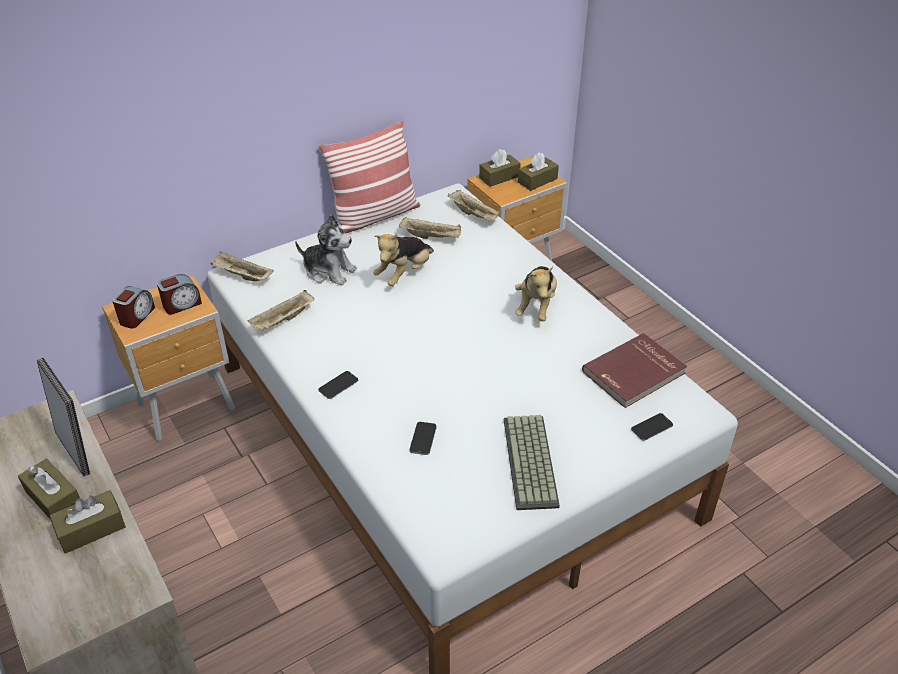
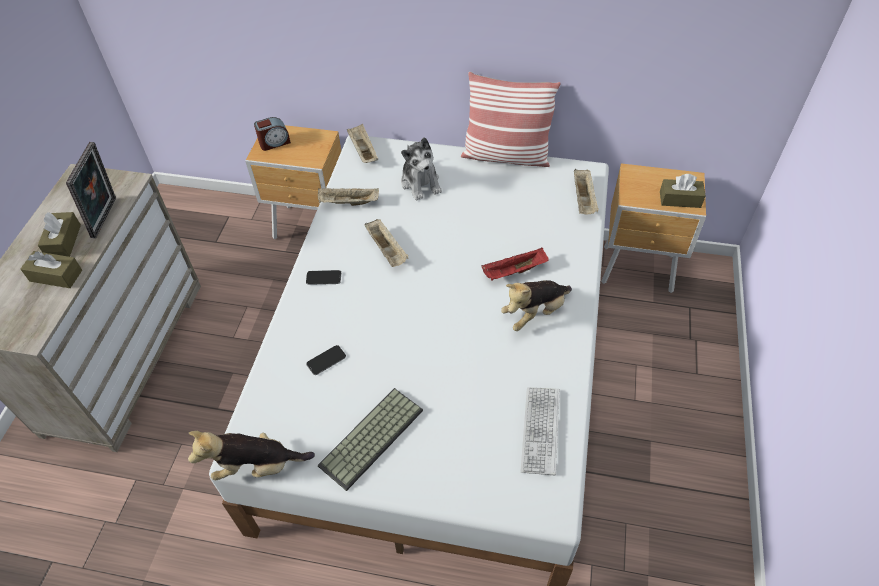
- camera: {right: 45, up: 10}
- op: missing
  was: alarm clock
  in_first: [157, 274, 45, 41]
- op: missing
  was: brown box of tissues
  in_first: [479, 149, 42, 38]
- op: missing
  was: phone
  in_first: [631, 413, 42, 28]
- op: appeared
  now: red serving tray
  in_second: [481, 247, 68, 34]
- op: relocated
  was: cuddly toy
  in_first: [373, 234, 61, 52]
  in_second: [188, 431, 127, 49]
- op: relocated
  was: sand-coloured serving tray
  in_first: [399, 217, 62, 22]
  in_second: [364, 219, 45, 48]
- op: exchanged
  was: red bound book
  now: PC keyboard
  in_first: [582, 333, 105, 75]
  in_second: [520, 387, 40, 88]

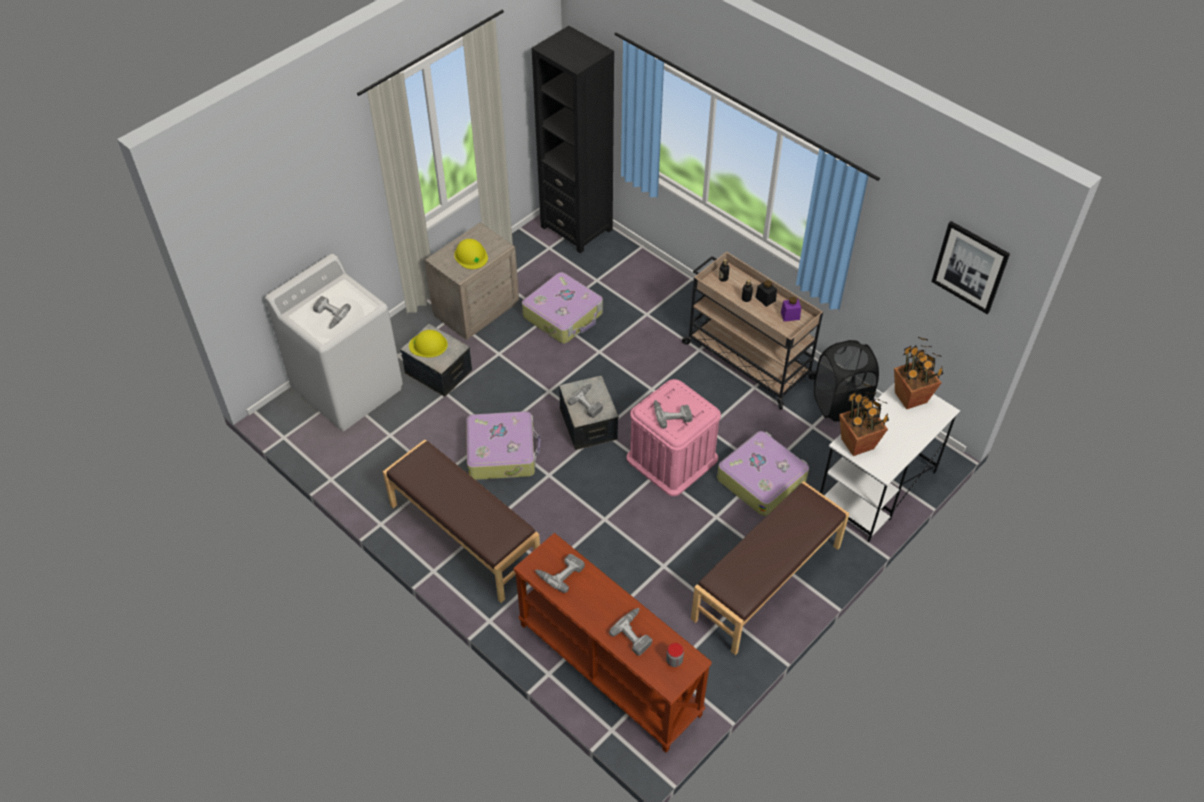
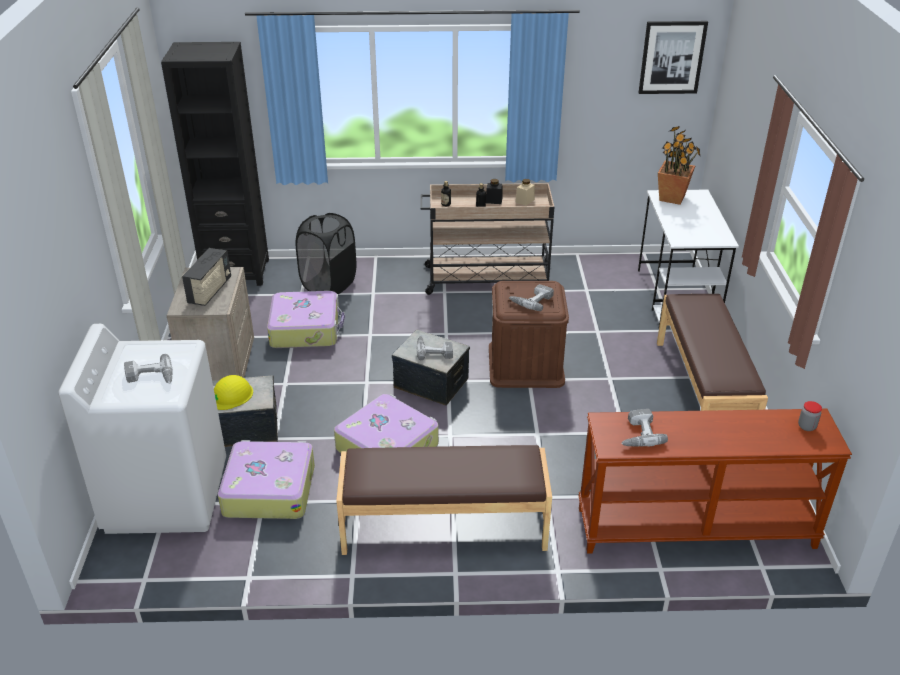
- camera: {right: -45, up: -15}
- op: missing
  was: electric drill
  in_first: [609, 608, 43, 48]
- op: missing
  was: potted plant
  in_first: [839, 383, 50, 73]
- op: relocated
  was: piece of luggage
  in_first: [717, 431, 92, 85]
  in_second: [218, 440, 97, 79]
- op: relocated
  was: black-coloured laundry basket
  in_first: [814, 340, 65, 82]
  in_second: [296, 213, 60, 81]
- op: exchanged
  was: yellow-coloured safety helmet
  now: radio receiver
  in_first: [454, 239, 34, 30]
  in_second: [182, 248, 49, 58]
- op: colour
  was: pink storage container
  now: brown storage container
  in_first: [627, 379, 94, 117]
  in_second: [489, 281, 80, 107]
- op: colour
  was: purple-coloured jar
  now: sand-coloured jar
  in_first: [781, 297, 20, 25]
  in_second: [516, 179, 19, 27]

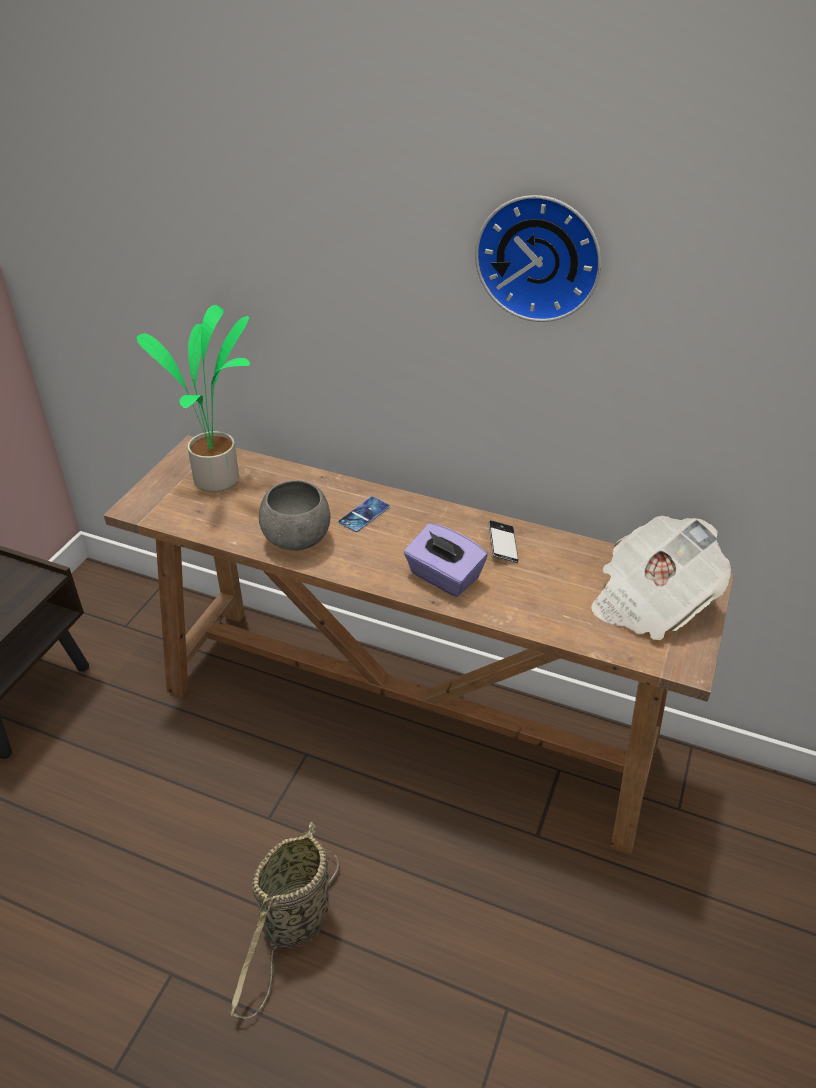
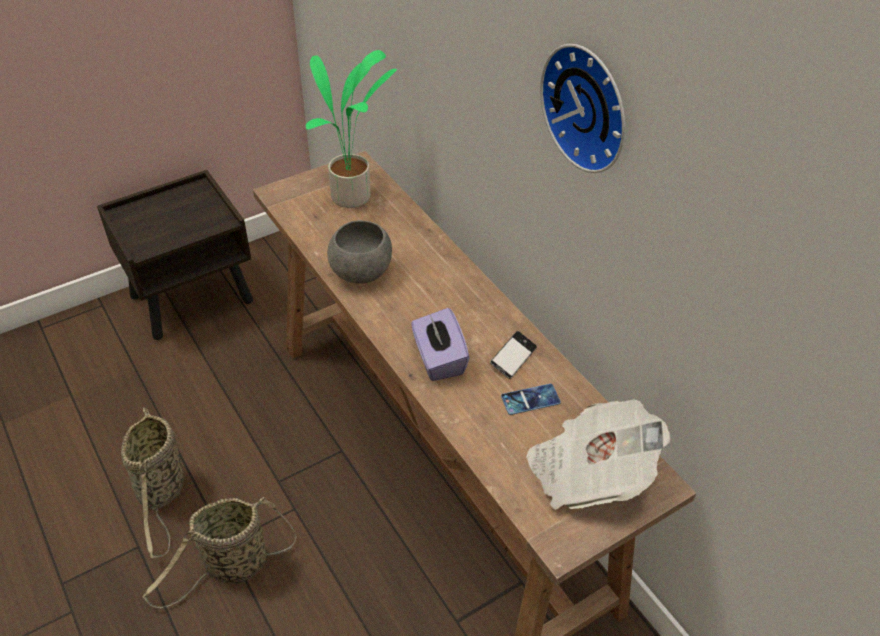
- camera: {right: 35, up: 5}
- op: appeared
  now: household basket
  in_second: [121, 408, 63, 150]
- op: relocated
  was: phone
  in_first: [338, 496, 52, 36]
  in_second: [501, 384, 60, 31]

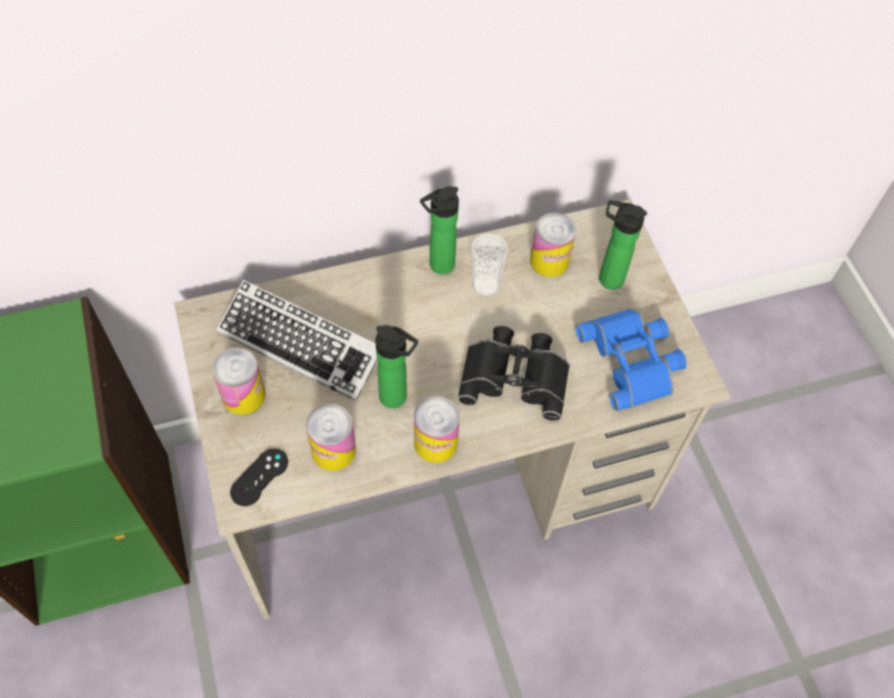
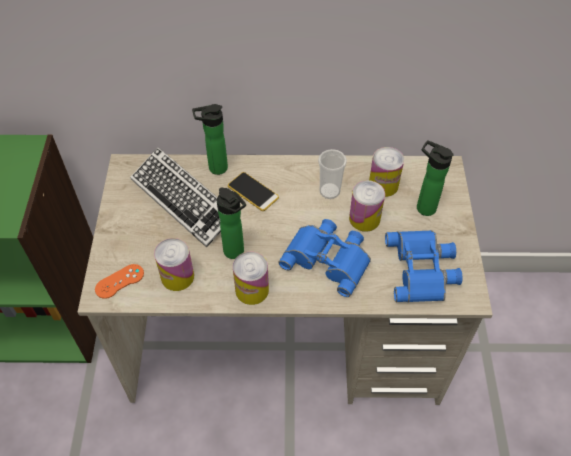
- camera: {right: 20, up: -5}
- op: appeared
  now: phone
  in_second: [228, 172, 51, 39]
- op: relocated
  was: can
  in_first: [212, 348, 54, 67]
  in_second: [349, 180, 36, 52]
- op: relocated
  was: drink bottle
  in_first: [420, 186, 39, 89]
  in_second: [192, 104, 36, 71]
- op: colour
  was: black-coloured game controller
  now: orangey game controller
  in_first: [230, 448, 58, 58]
  in_second: [95, 264, 49, 35]
- op: colour
  was: black-coloured pair of binoculars
  now: blue-coloured pair of binoculars
  in_first: [458, 326, 112, 95]
  in_second: [278, 219, 93, 78]

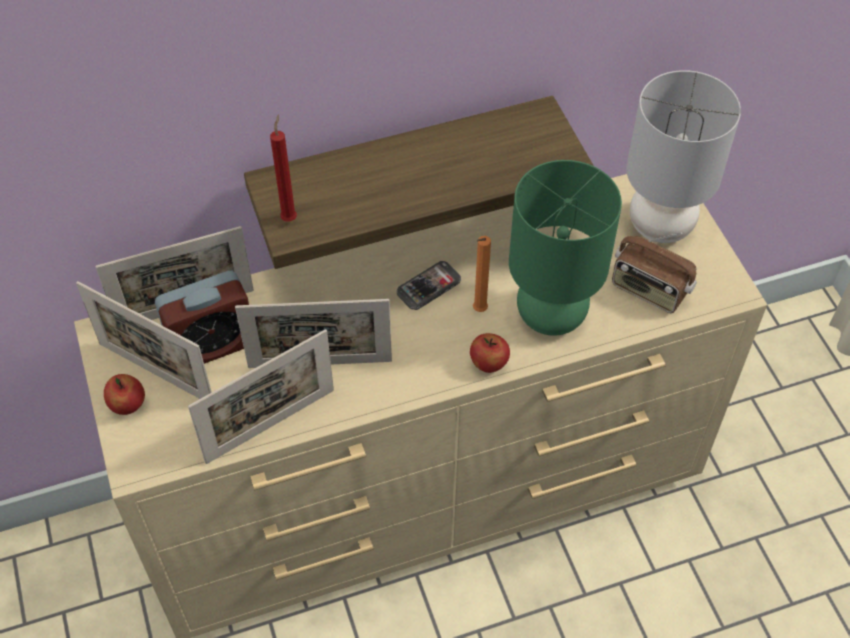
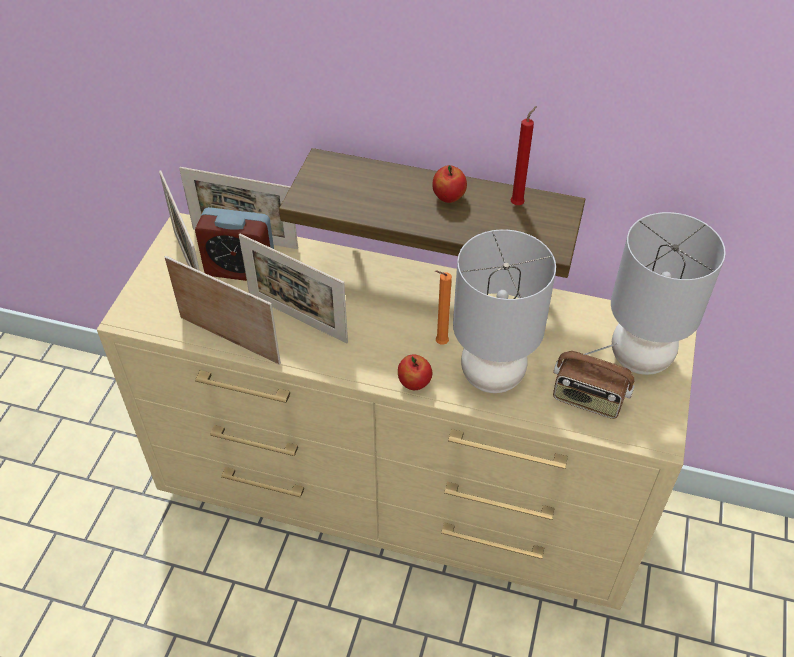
- camera: {right: 35, up: -5}
- op: missing
  was: phone
  in_first: [397, 261, 64, 49]
- op: relocated
  was: apple
  in_first: [104, 374, 41, 41]
  in_second: [432, 165, 35, 38]
- op: relocated
  was: red wax candle
  in_first: [270, 114, 27, 108]
  in_second: [511, 106, 26, 99]
- op: colour
  was: green tabletop lamp
  now: grey tabletop lamp
  in_first: [509, 160, 113, 176]
  in_second: [453, 230, 103, 163]
- op: spun
  was: standing frame
  in_first: [188, 329, 146, 135]
  in_second: [165, 256, 116, 109]
  clockwise: -150
- op: spun
  was: radio receiver
  in_first: [612, 232, 85, 81]
  in_second: [553, 343, 82, 76]
  clockwise: -45

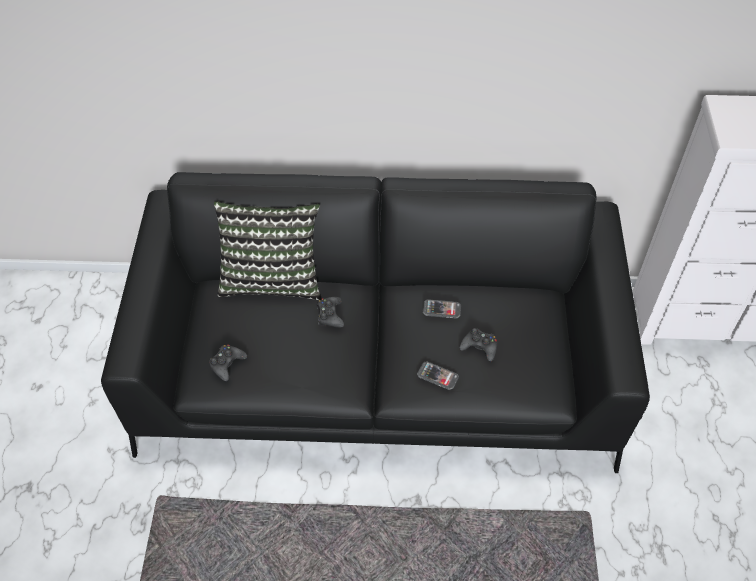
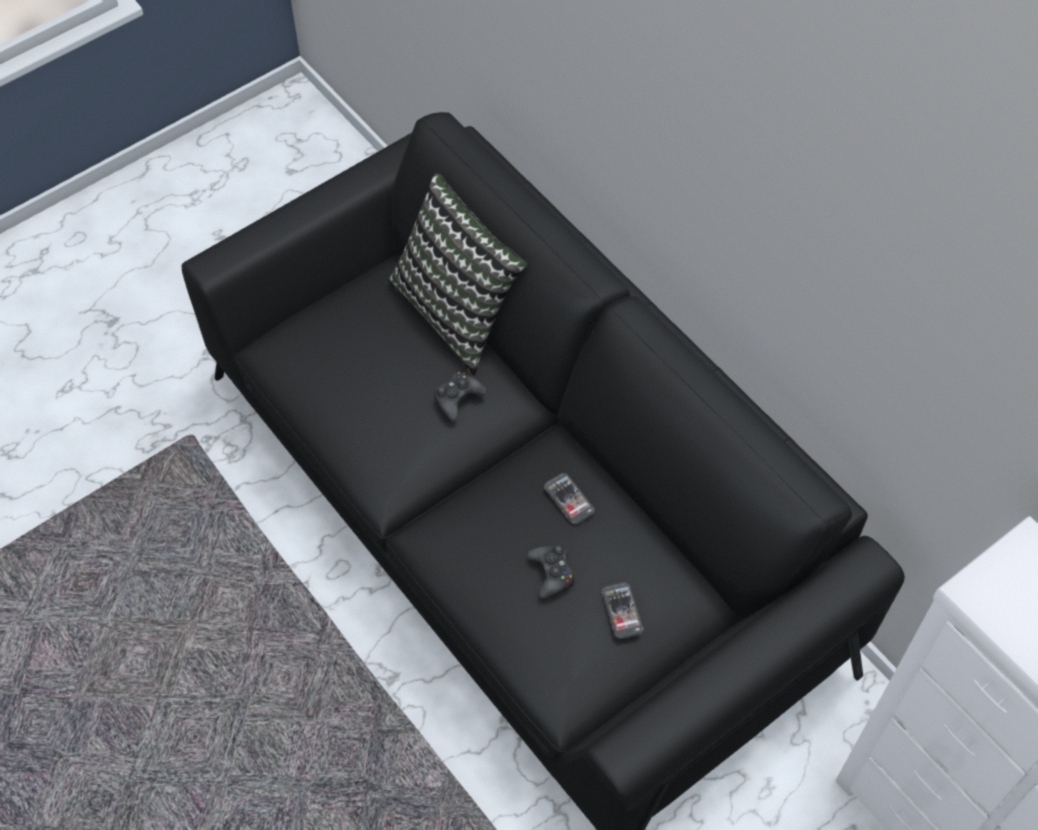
- camera: {right: 50, up: 5}
- op: missing
  was: black-coloured game controller
  in_first: [209, 345, 38, 36]
- op: relocated
  was: phone
  in_first: [417, 361, 42, 29]
  in_second: [602, 582, 42, 57]

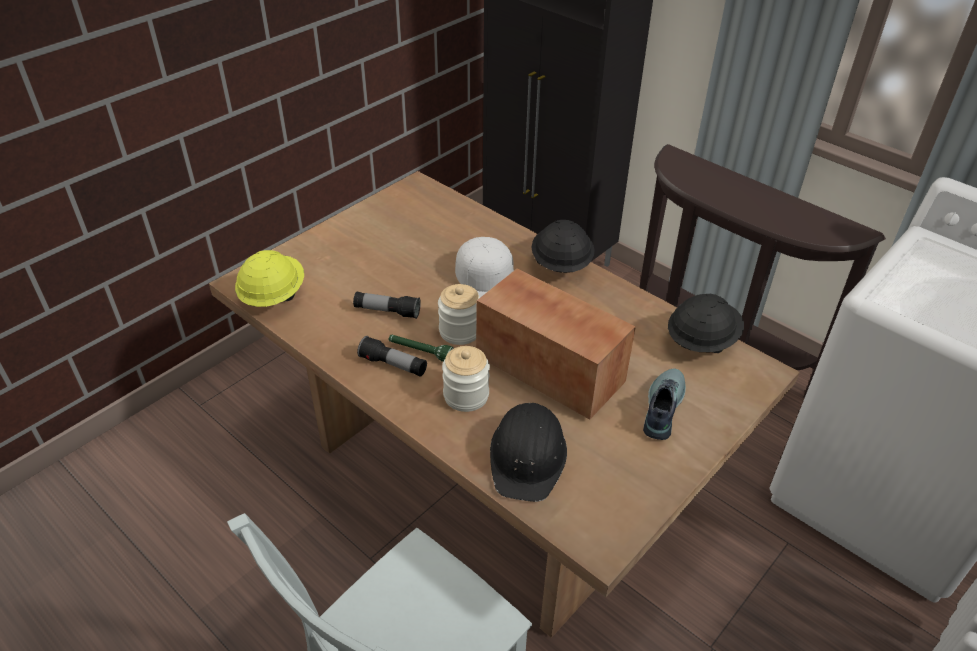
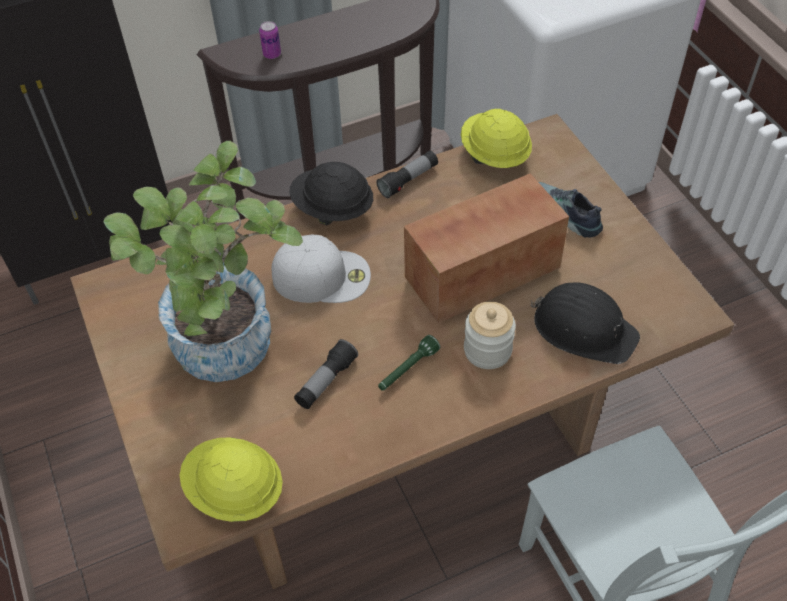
- camera: {right: -65, up: 10}
- op: missing
  was: jar
  in_first: [438, 284, 42, 61]
- op: appeared
  now: potted plant
  in_second: [104, 141, 199, 241]
- op: appeared
  now: can
  in_second: [259, 21, 22, 38]
- op: relocated
  was: hand torch
  in_first: [357, 336, 70, 41]
  in_second: [376, 151, 62, 47]
- op: colour
  was: black-coloured safety helmet
  now: yellow-coloured safety helmet
  in_first: [668, 294, 76, 59]
  in_second: [461, 109, 71, 59]

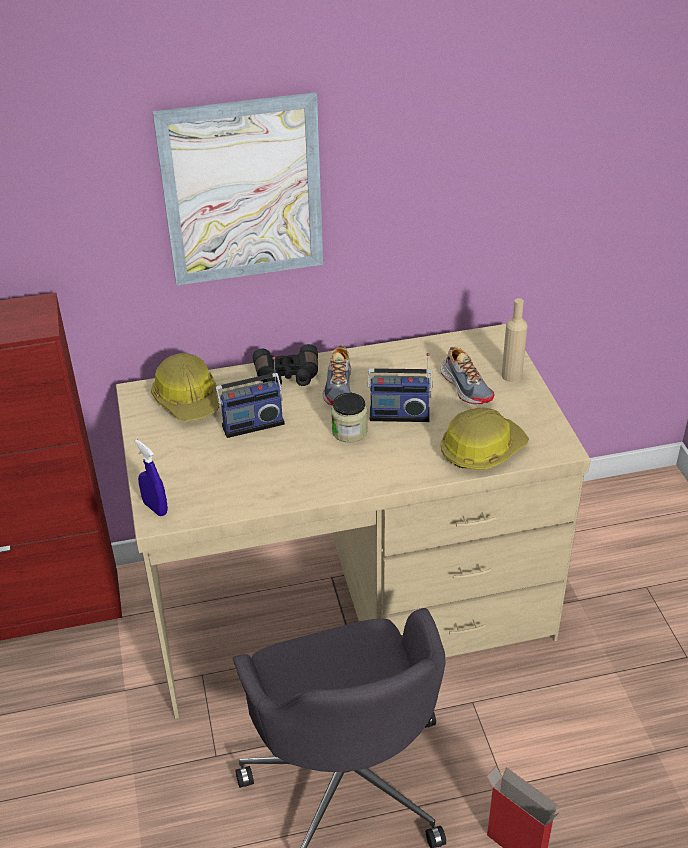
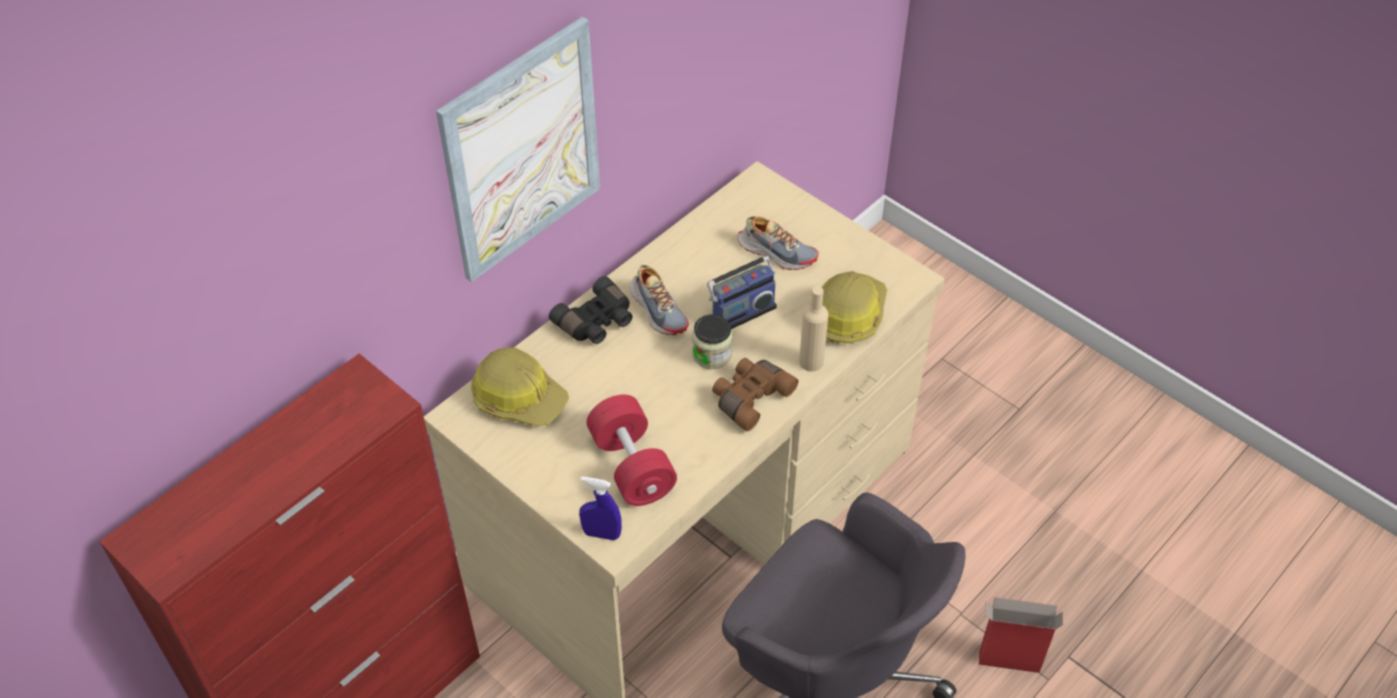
- camera: {right: -35, up: 10}
- op: missing
  was: radio receiver
  in_first: [215, 357, 70, 81]
- op: appeared
  now: red dumbbell
  in_second: [587, 395, 90, 111]
- op: appeared
  now: brown pair of binoculars
  in_second: [712, 358, 86, 74]
- op: relocated
  was: sand-coloured drink bottle
  in_first: [502, 298, 26, 84]
  in_second: [799, 287, 30, 85]

